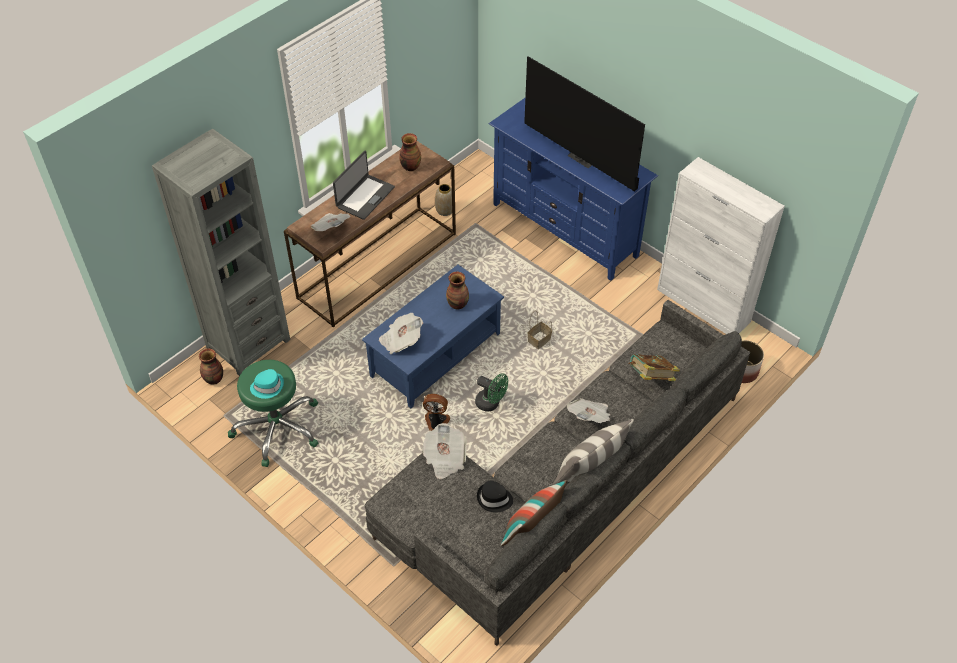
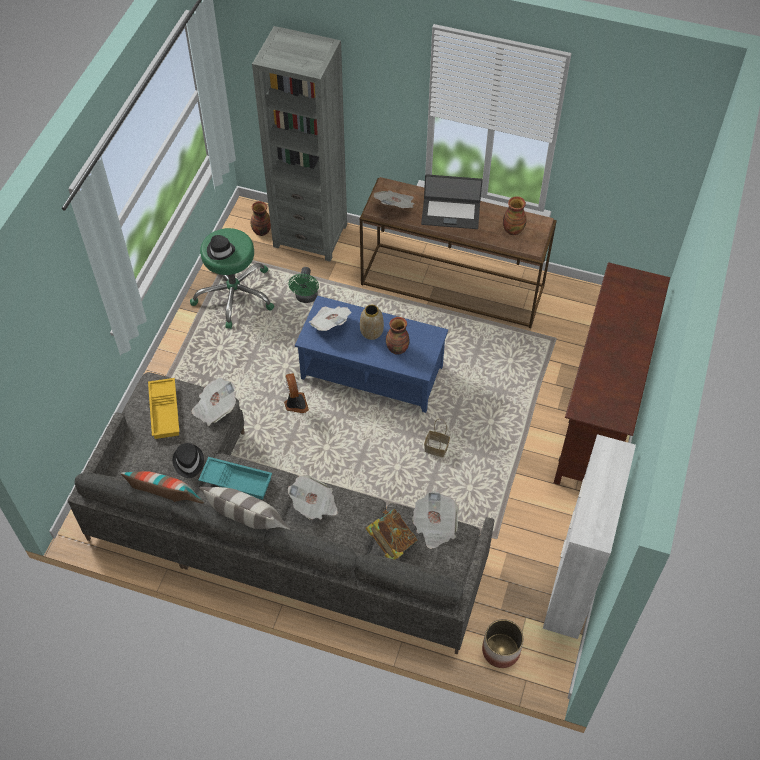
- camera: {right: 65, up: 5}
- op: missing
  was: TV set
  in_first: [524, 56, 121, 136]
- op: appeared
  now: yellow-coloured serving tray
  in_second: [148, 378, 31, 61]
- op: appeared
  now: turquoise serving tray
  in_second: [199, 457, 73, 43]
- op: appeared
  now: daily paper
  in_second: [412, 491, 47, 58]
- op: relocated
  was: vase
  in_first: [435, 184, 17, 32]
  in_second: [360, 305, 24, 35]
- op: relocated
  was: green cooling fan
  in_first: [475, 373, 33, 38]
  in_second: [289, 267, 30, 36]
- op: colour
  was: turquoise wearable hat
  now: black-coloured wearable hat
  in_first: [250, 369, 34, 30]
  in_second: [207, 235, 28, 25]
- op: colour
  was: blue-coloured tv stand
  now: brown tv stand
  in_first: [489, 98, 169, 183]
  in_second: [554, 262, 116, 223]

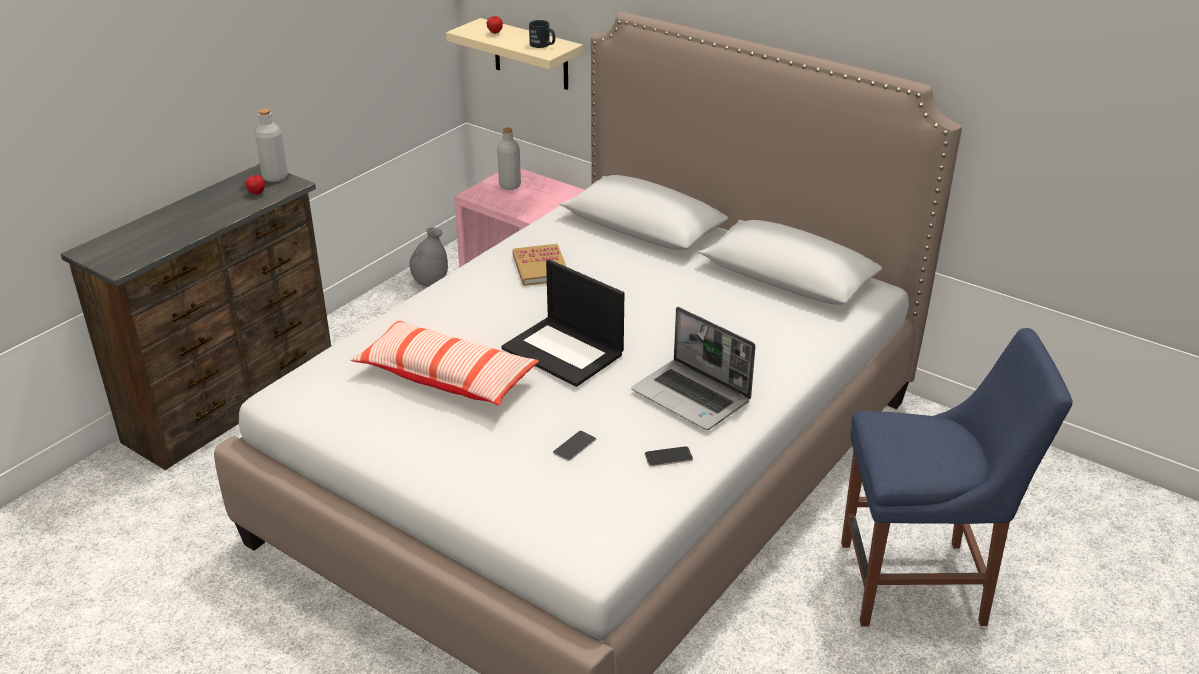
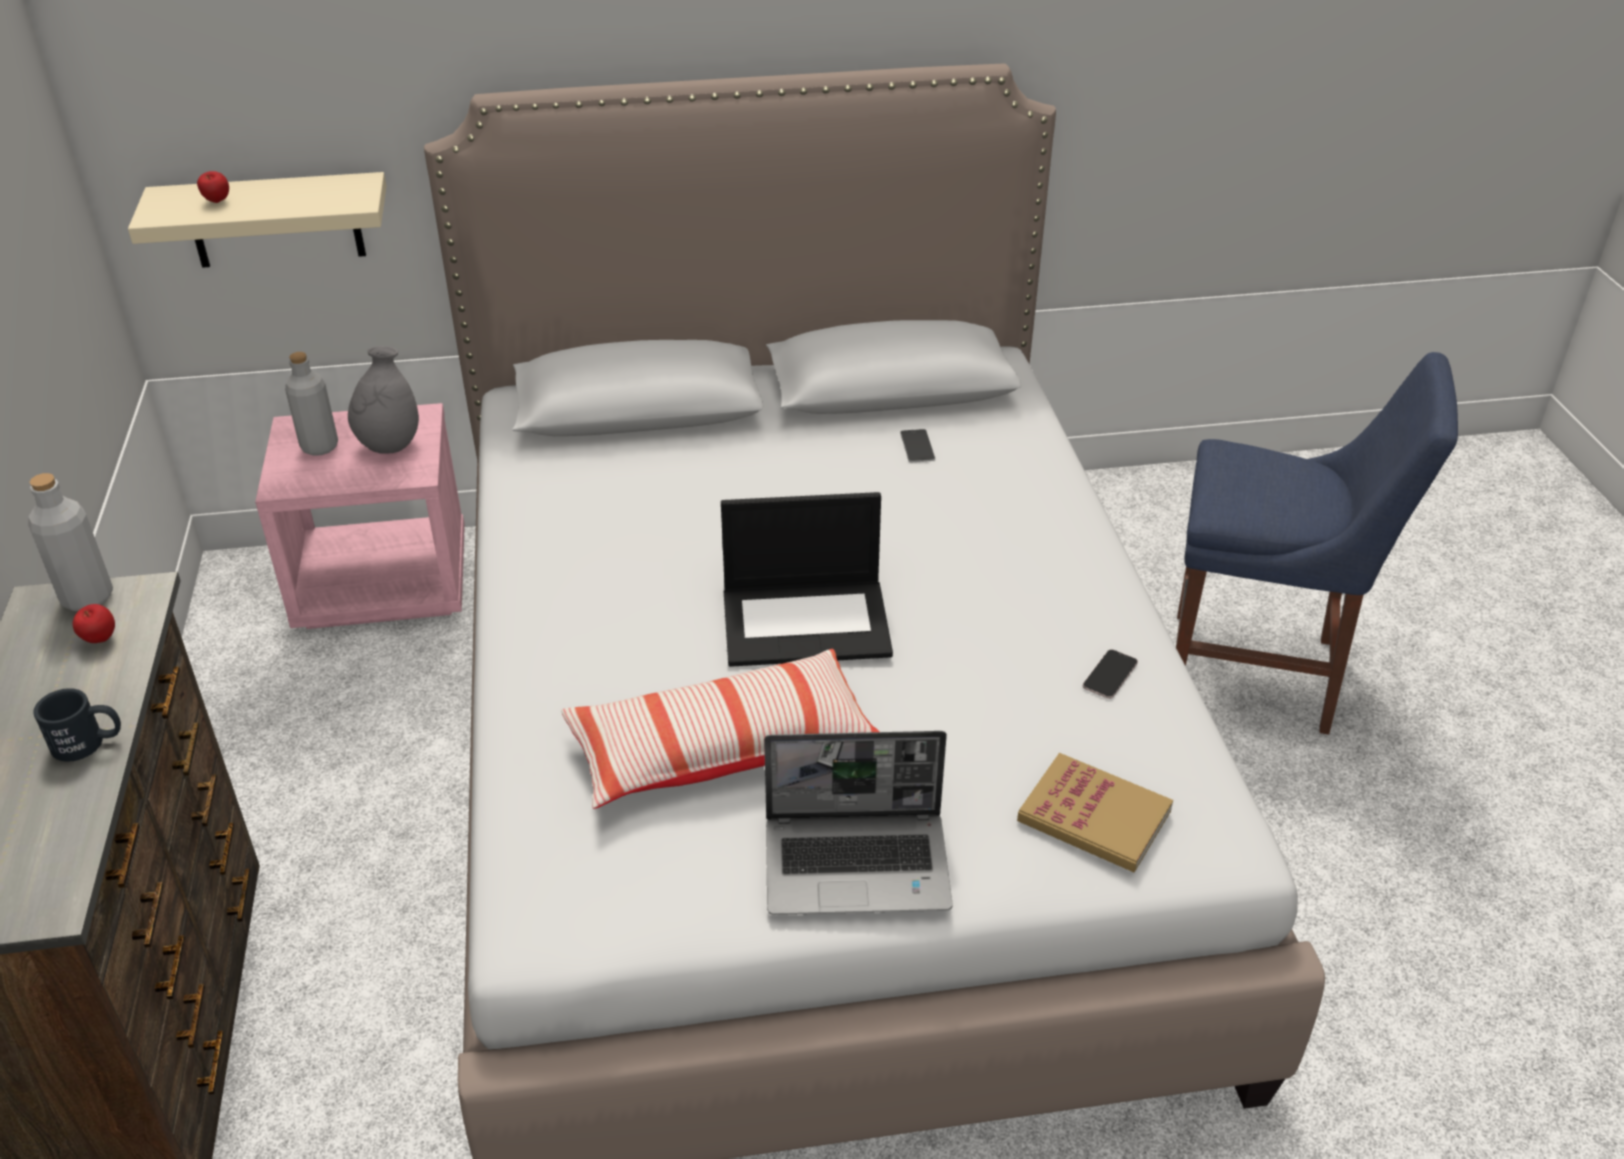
- camera: {right: -45, up: 5}
- op: relocated
  was: grey vase
  in_first: [409, 227, 39, 60]
  in_second: [348, 346, 71, 108]
- op: relocated
  was: bound book
  in_first: [512, 244, 55, 42]
  in_second: [1017, 753, 156, 119]
- op: relocated
  was: black-coloured mug
  in_first: [529, 20, 26, 28]
  in_second: [33, 688, 88, 74]
- op: relocated
  was: phone
  in_first: [553, 431, 43, 30]
  in_second: [900, 429, 35, 33]
- op: relocated
  was: notebook computer
  in_first: [631, 307, 125, 123]
  in_second: [764, 731, 189, 184]
- op: spun
  was: blue-coloured chair
  in_first: [841, 328, 232, 298]
  in_second: [1176, 352, 282, 383]
  clockwise: 60

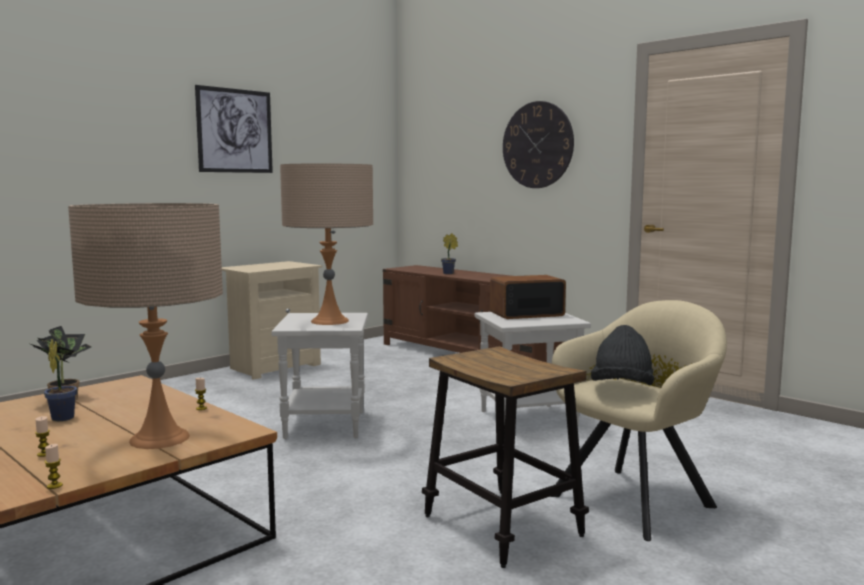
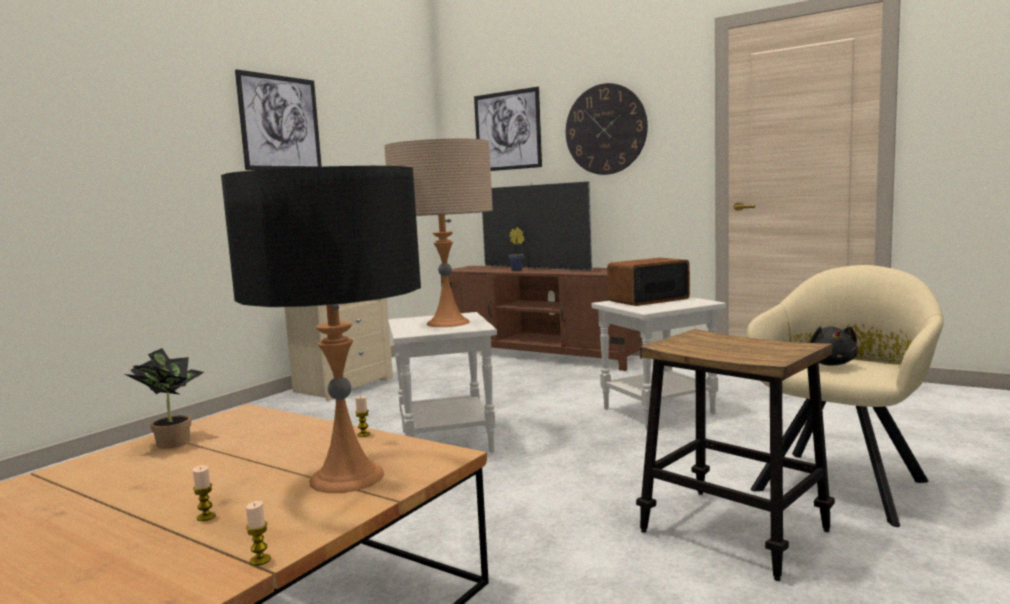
- camera: {right: -10, up: 0}
- op: missing
  was: potted plant
  in_first: [44, 339, 33, 82]
- op: appeared
  now: picture
  in_second: [474, 87, 68, 84]
- op: appeared
  now: TV set
  in_second: [482, 181, 111, 90]
- op: exchanged
  was: black-coloured wearable hat
  now: black-coloured cuddly toy
  in_first: [591, 325, 63, 61]
  in_second: [809, 326, 49, 40]
- op: colour
  was: sand-coloured tabletop lamp
  now: black-coloured tabletop lamp
  in_first: [68, 203, 155, 246]
  in_second: [221, 166, 200, 327]

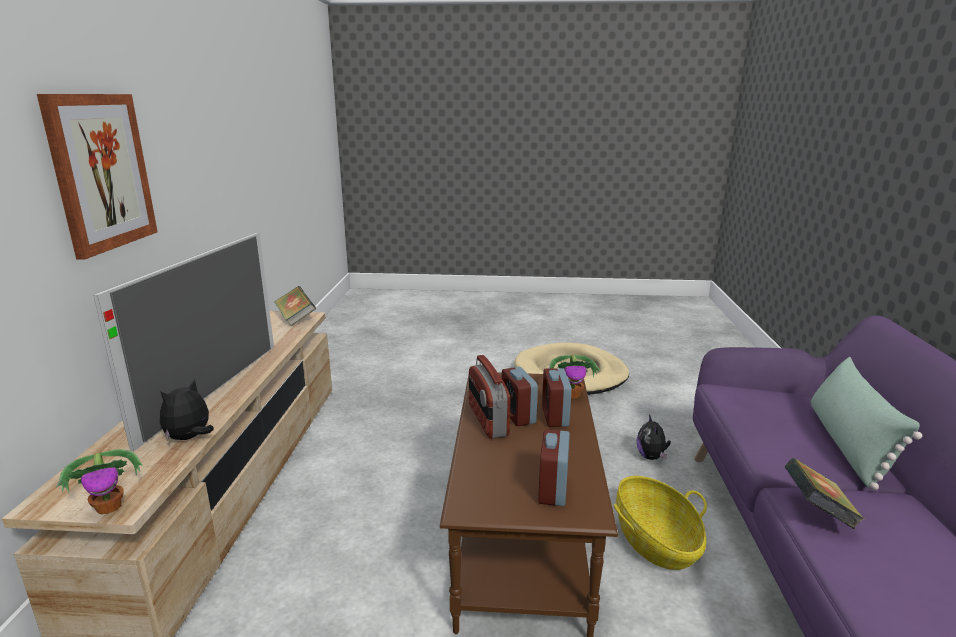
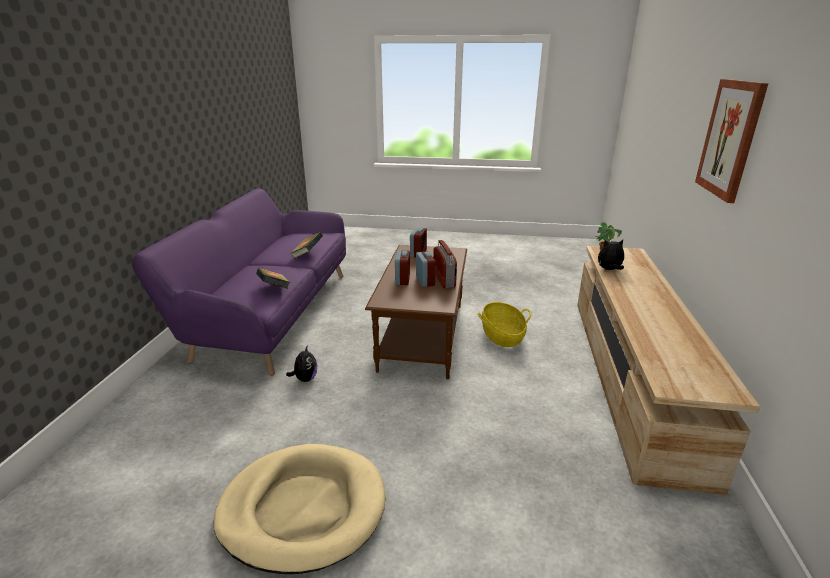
- camera: {right: -175, up: 5}
- op: missing
  was: TV set
  in_first: [93, 232, 181, 219]
- op: missing
  was: potted plant
  in_first: [549, 355, 51, 43]
- op: missing
  was: green pillow
  in_first: [811, 357, 111, 133]
- op: relocated
  was: bound book
  in_first: [274, 286, 42, 40]
  in_second: [256, 268, 35, 21]
- op: relocated
  was: household basket
  in_first: [614, 476, 93, 94]
  in_second: [478, 302, 53, 45]
- op: spun
  was: cuddly toy
  in_first: [160, 379, 54, 61]
  in_second: [598, 240, 26, 30]
  clockwise: -135

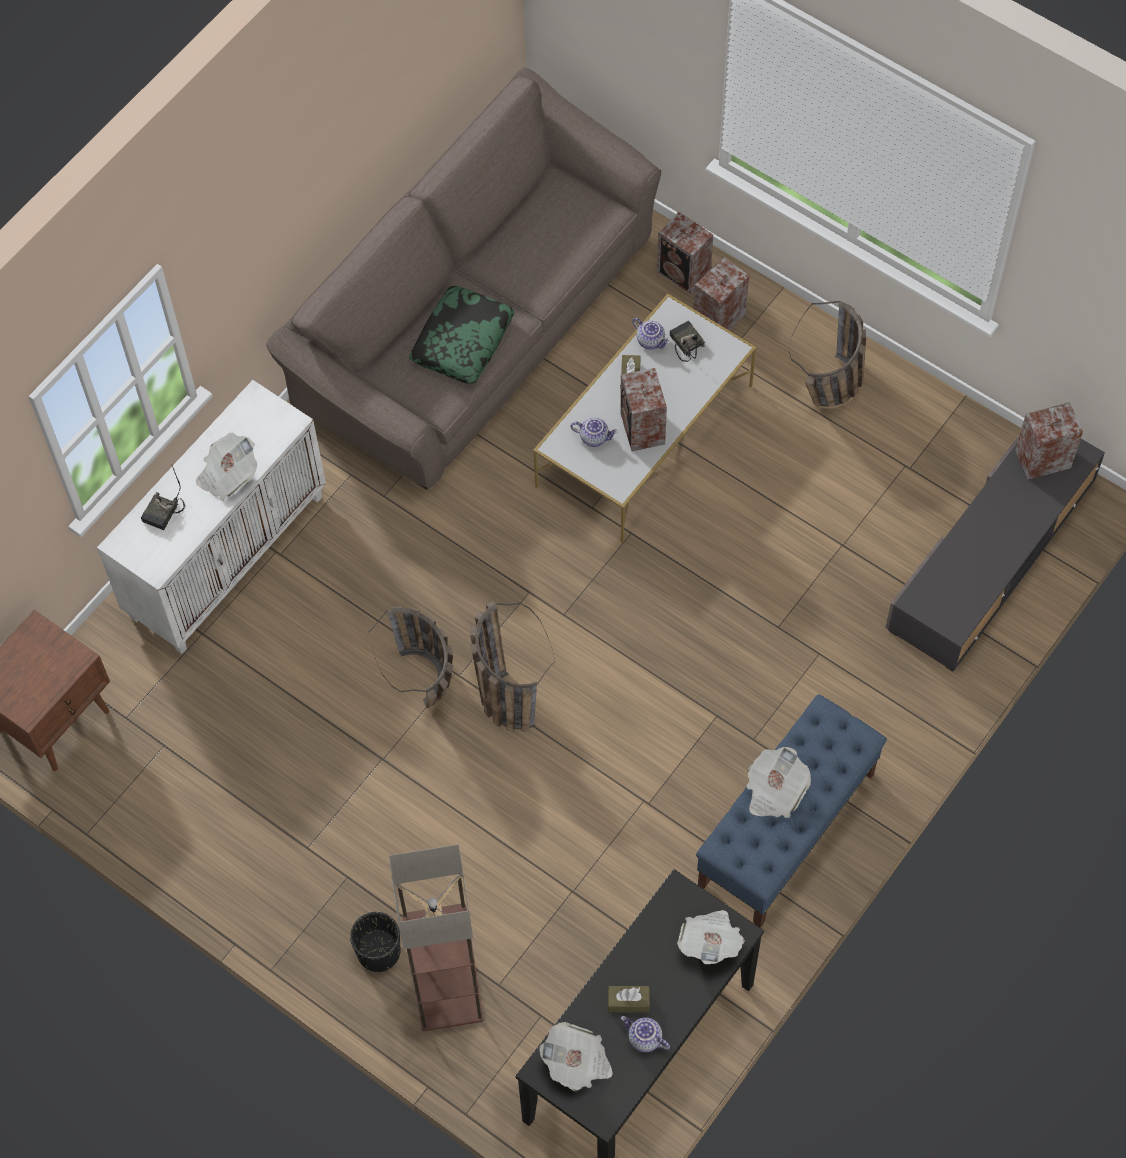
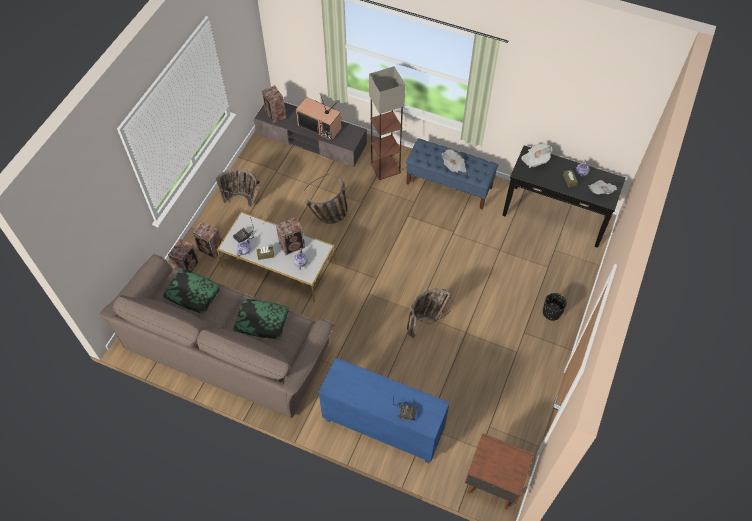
- camera: {right: -105, up: -5}
- op: missing
  was: daily paper
  in_first: [196, 433, 61, 68]
- op: appeared
  now: pillow
  in_second: [163, 269, 58, 45]
- op: appeared
  now: TV set
  in_second: [296, 94, 46, 47]
- op: relocated
  was: standing lamp
  in_first: [389, 844, 95, 187]
  in_second: [369, 66, 36, 114]
- op: relocated
  was: household basket
  in_first: [470, 601, 85, 131]
  in_second: [304, 174, 44, 50]
- op: colour
  was: white storage cabinet
  now: blue-coloured storage cabinet
  in_first: [97, 380, 229, 274]
  in_second: [319, 358, 131, 105]

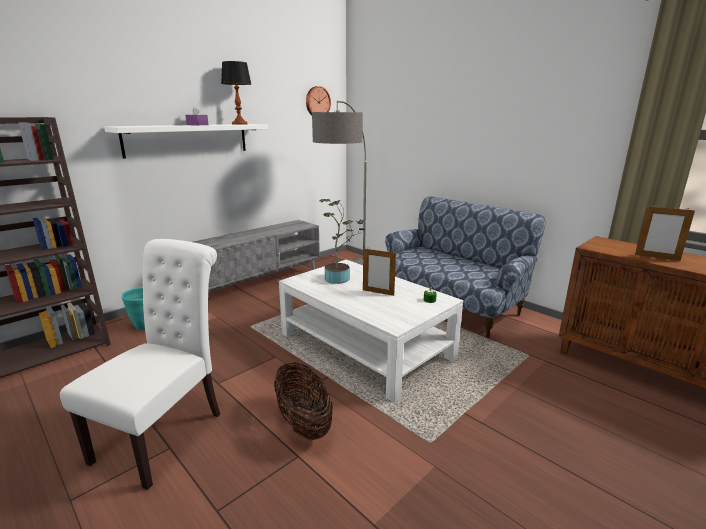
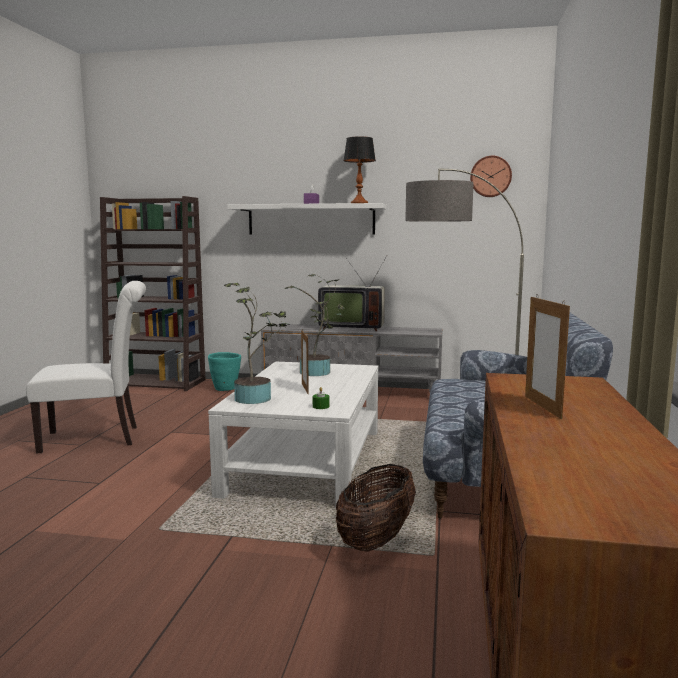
- camera: {right: 55, up: -10}
- op: appeared
  now: potted plant
  in_second: [224, 283, 63, 121]
- op: appeared
  now: TV set
  in_second: [318, 255, 69, 77]
- op: relocated
  was: household basket
  in_first: [274, 362, 59, 78]
  in_second: [336, 464, 80, 88]

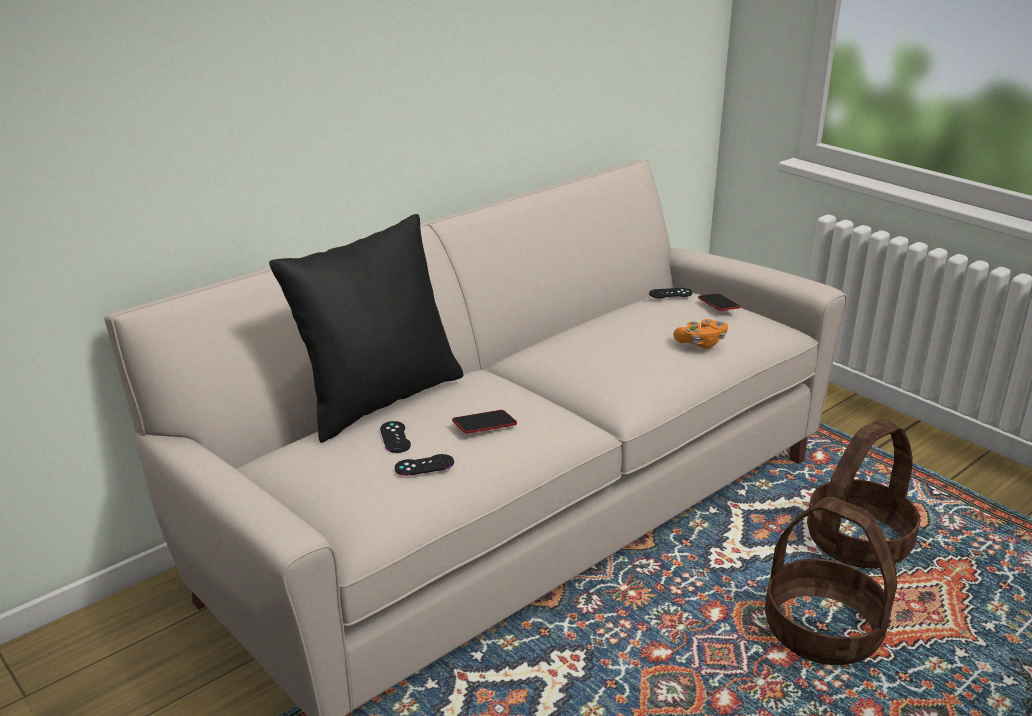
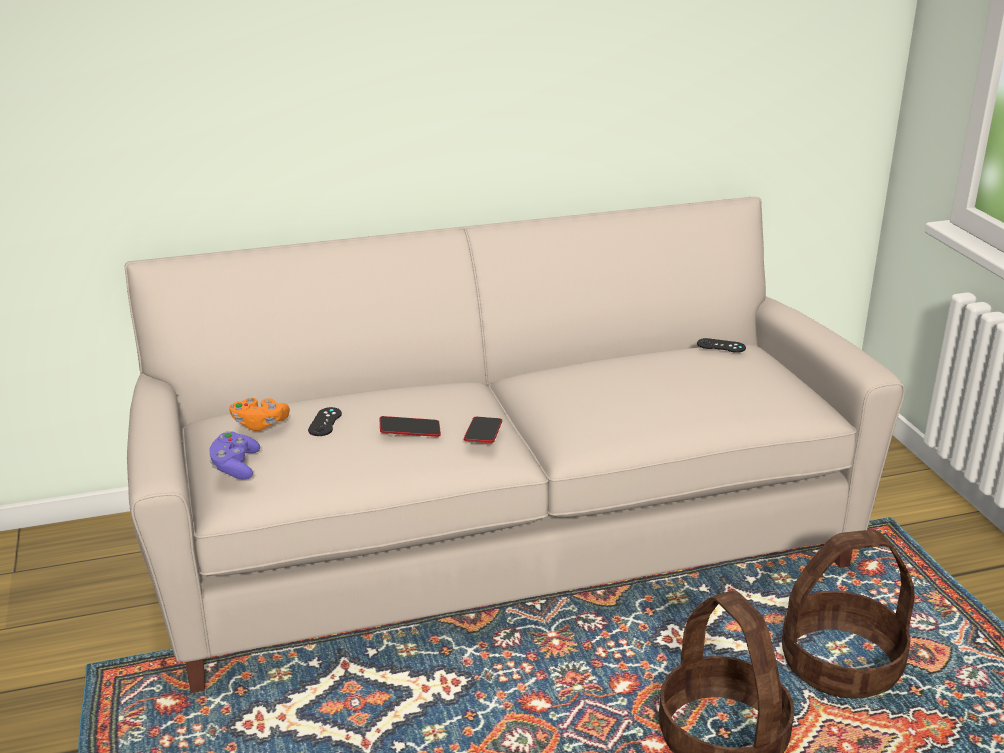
- camera: {right: 25, up: 0}
- op: missing
  was: black-coloured pillow
  in_first: [269, 214, 194, 229]
- op: missing
  was: black-coloured game controller
  in_first: [395, 454, 59, 22]
- op: appeared
  now: purple-coloured game controller
  in_second: [209, 431, 51, 48]
- op: relocated
  was: orangey game controller
  in_first: [673, 319, 55, 30]
  in_second: [229, 398, 61, 33]
- op: relocated
  was: phone
  in_first: [698, 293, 43, 18]
  in_second: [464, 417, 38, 26]

